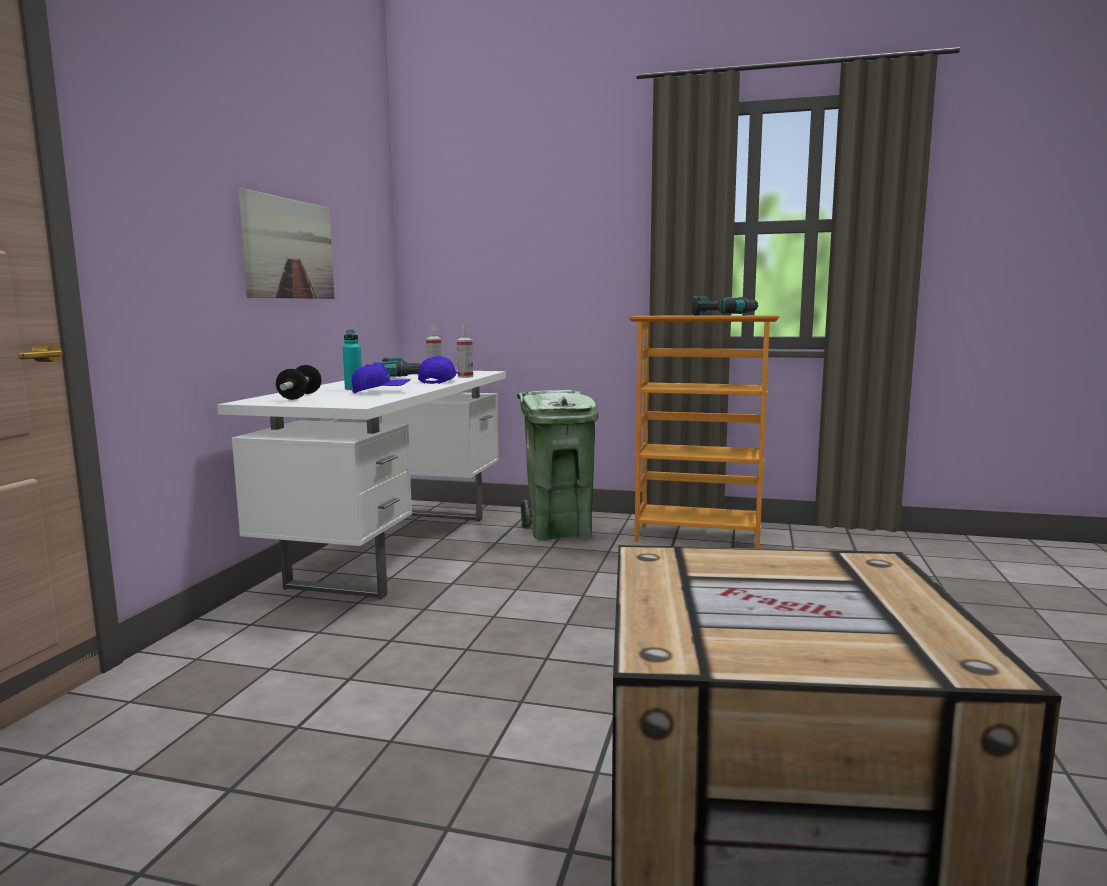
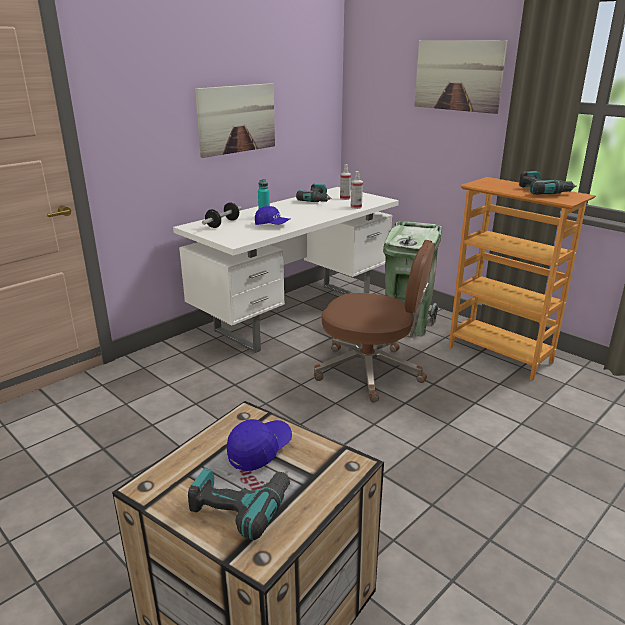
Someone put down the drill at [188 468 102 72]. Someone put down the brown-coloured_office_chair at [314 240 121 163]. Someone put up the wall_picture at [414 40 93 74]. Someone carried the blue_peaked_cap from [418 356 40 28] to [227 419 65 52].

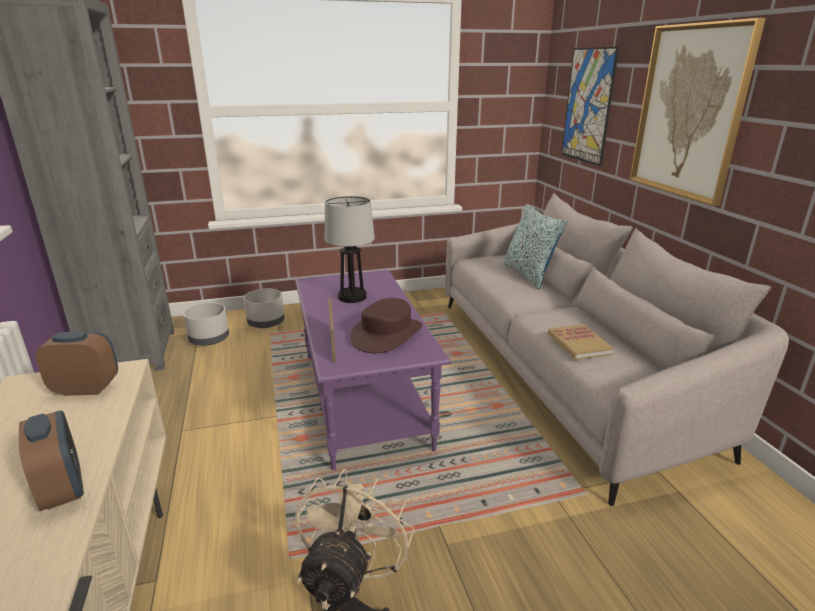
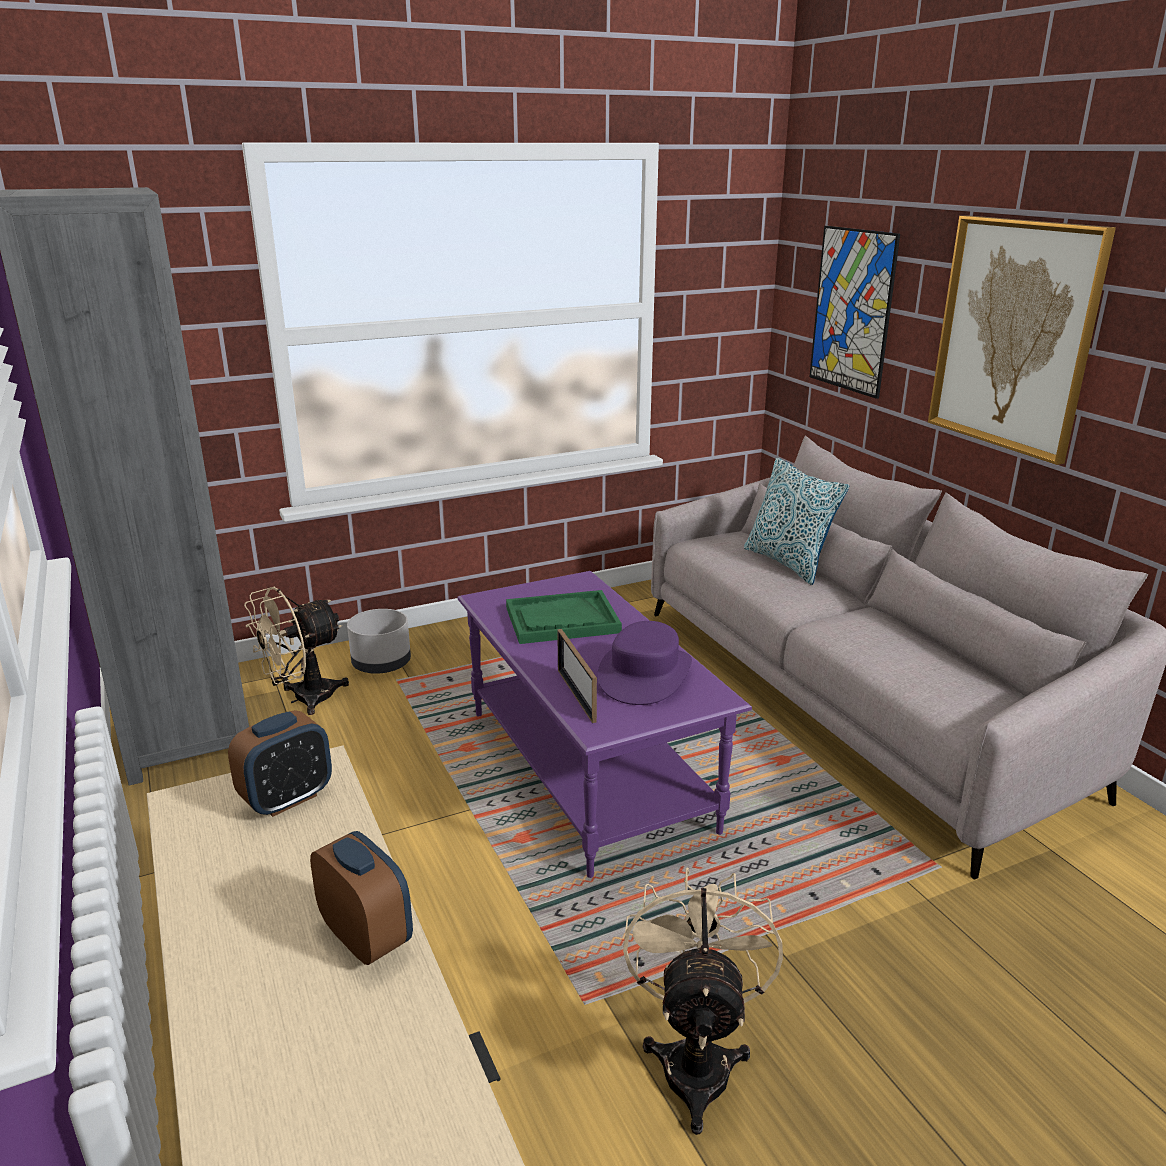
Someone took away the book at [548 324 66 36]. Someone swapped the greyish_flower_pot at [183 303 46 42] for the sand-coloured_cooling_fan at [244 587 105 128]. Someone swapped the lamp_for_a_table at [324 196 51 107] for the green-coloured_serving_tray at [506 590 116 54]. Someone repainted the brown-coloured_hat at [350 298 72 55], which became the purple-coloured_hat at [598 621 94 84]. Someone rotated the bedside_clock at [35 331 83 65] by 150 degrees clockwise.

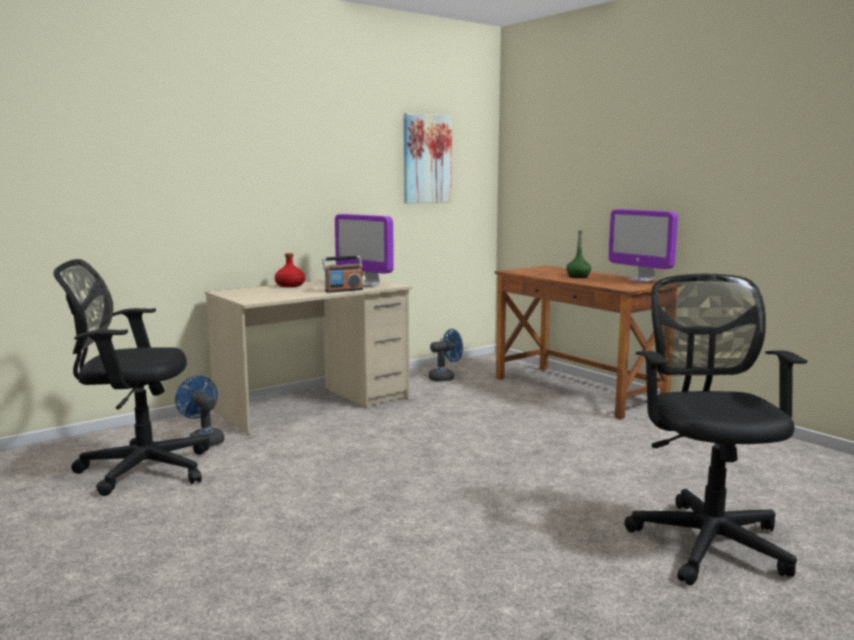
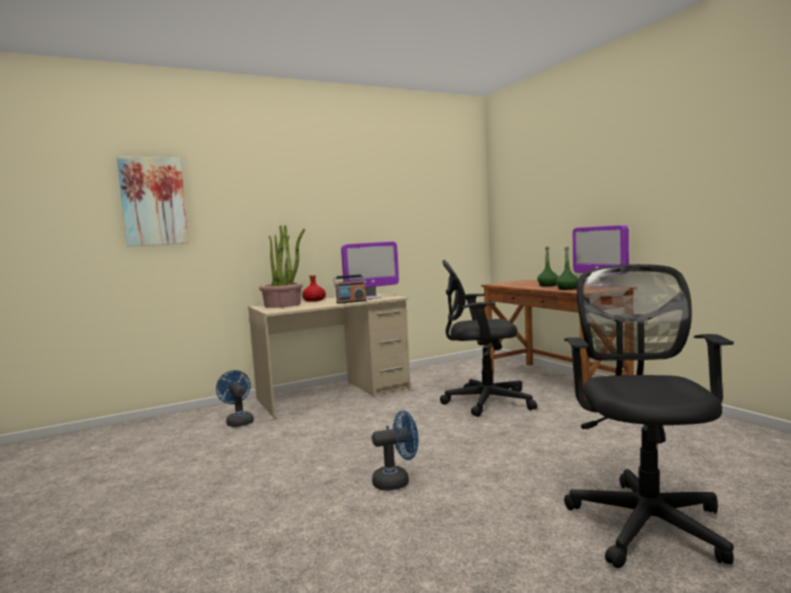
Someone put down the houseplant at [259 225 46 83]. Someone put down the green-coloured_drink_bottle at [556 247 22 43]. Someone carried the black-coloured_office_chair from [53 259 157 237] to [440 260 97 157]. Someone carried the wall_picture from [403 113 49 91] to [117 156 72 90]. Someone carried the blue_cooling_fan from [428 329 35 52] to [372 411 47 80]. Someone rotated the monitor at [335 214 59 73] by 75 degrees counterclockwise.

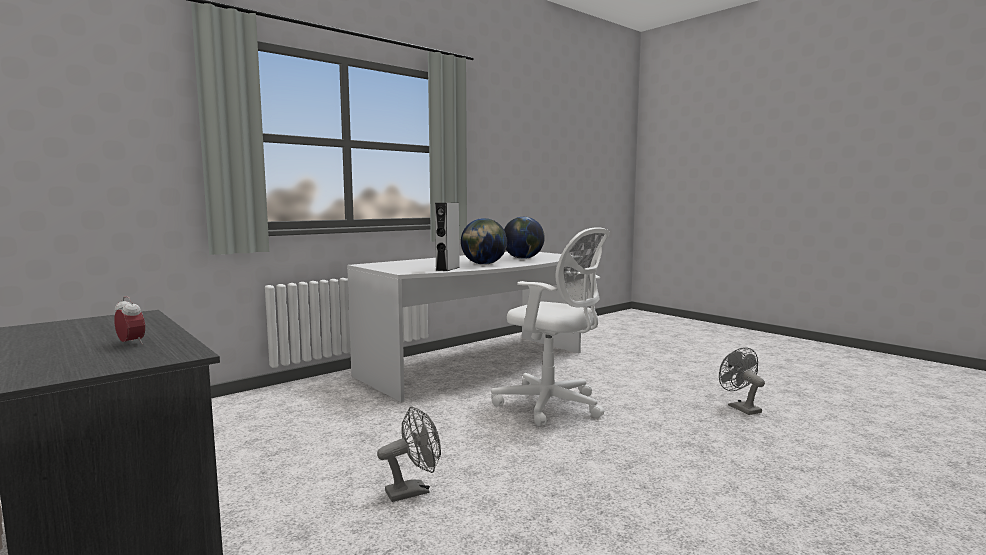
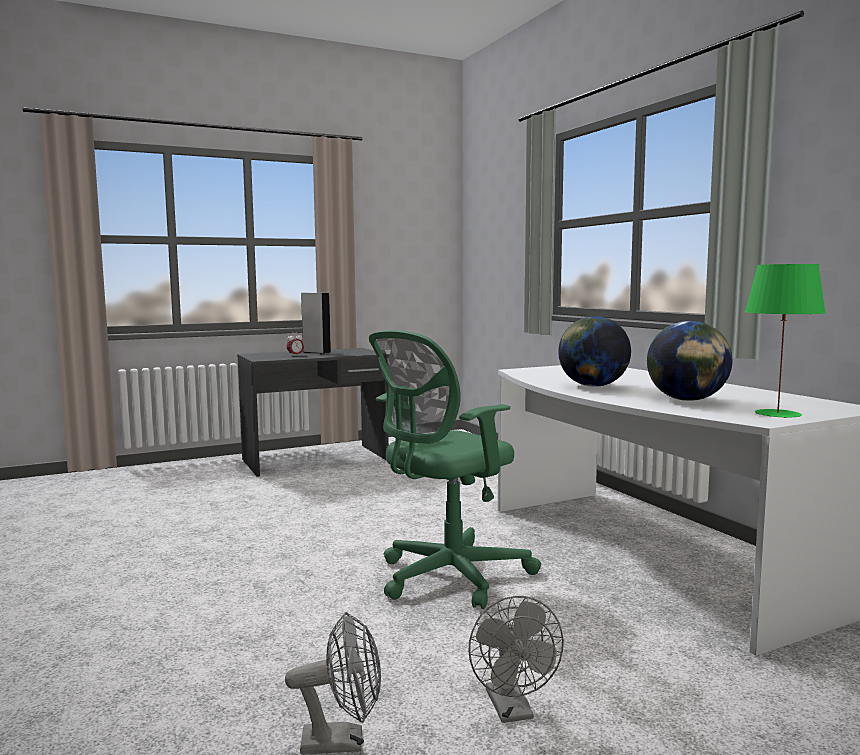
Someone put down the green-coloured_lamp_for_a_table at [745 264 81 154]. Someone carried the greyish_cooling_fan from [377 406 64 96] to [469 596 95 127]. Someone carried the greyish_audio_speaker from [435 203 25 68] to [301 293 30 61]. Someone repainted the white-coloured_office_chair at [491 227 119 199], which became the green-coloured_office_chair at [369 330 172 279].

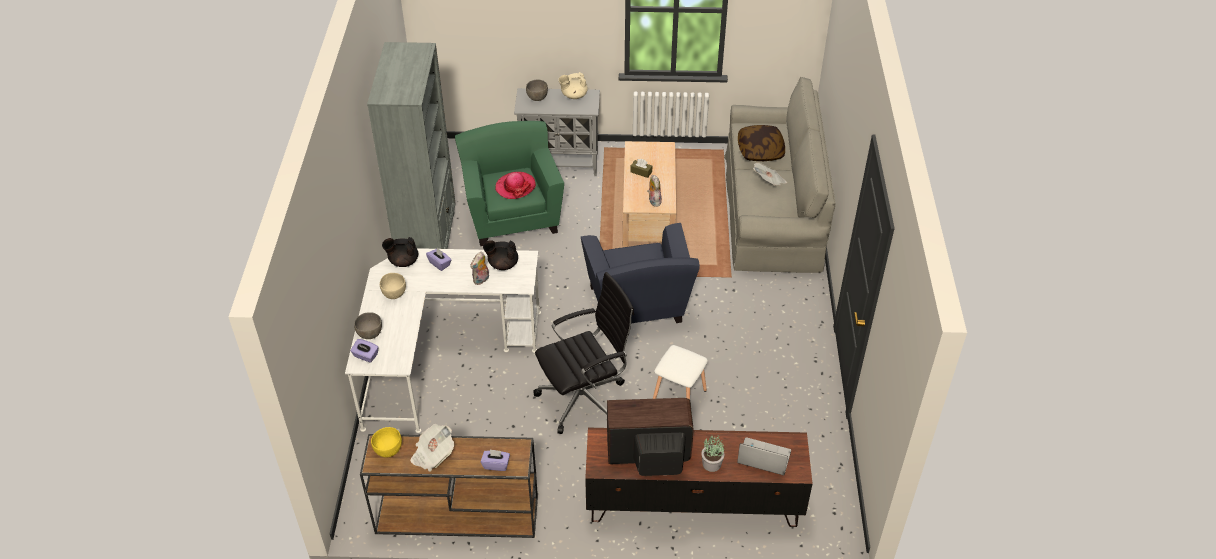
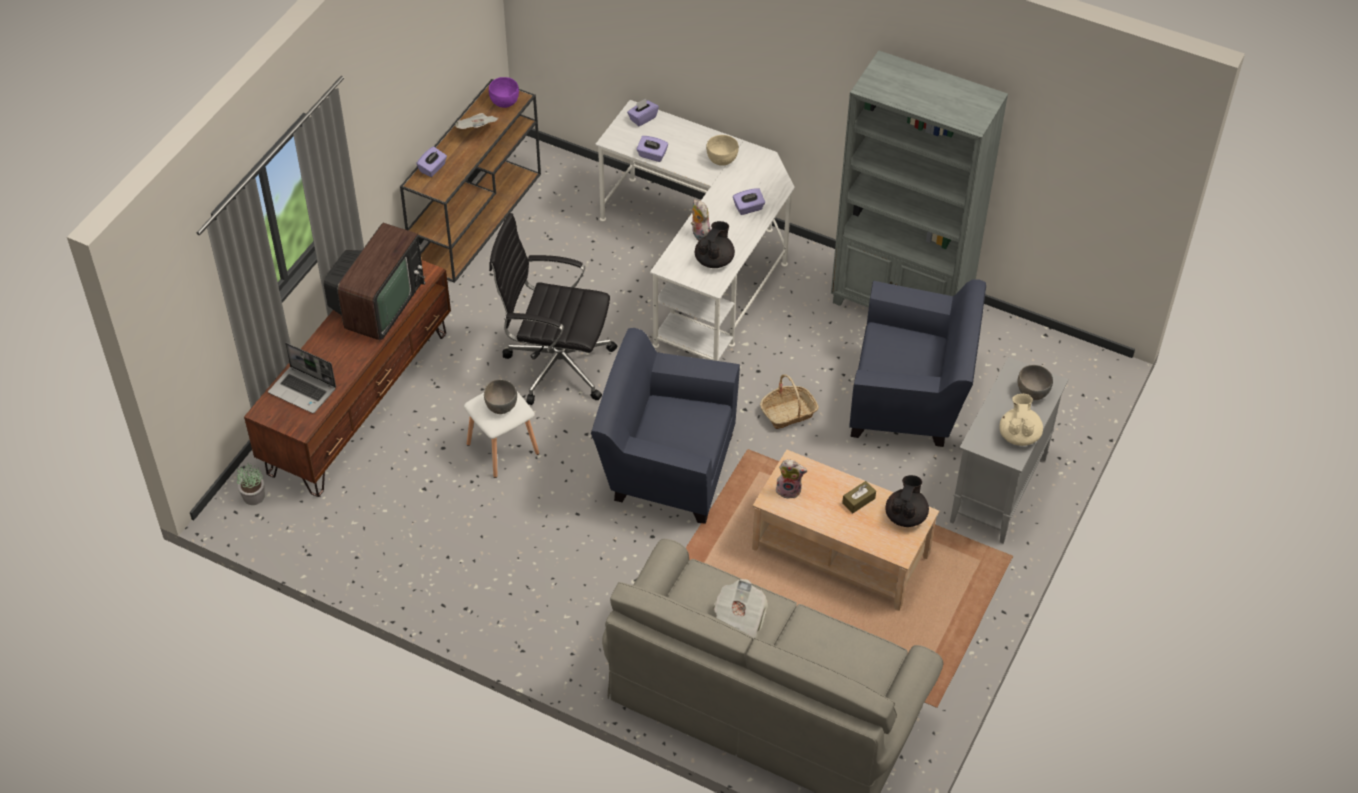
Someone took away the hat at [495 172 41 27]. Someone took away the throw_pillow at [738 125 47 36]. Someone put down the purple-coloured_tissue_box at [637 136 31 26]. Someone put down the basket at [760 374 59 55]. Someone carried the greyish_bowl from [354 312 28 27] to [484 379 33 35]. Someone carried the black-coloured_tea_pot from [382 237 36 30] to [885 475 44 52]. Someone carried the houseplant from [701 434 23 38] to [237 463 28 42]. Someone repainted the yellowish_bowl at [371 427 31 30], which became the purple-coloured_bowl at [489 77 30 31]. Someone repainted the green-coloured_lounge_chair at [455 121 109 125], which became the blue_lounge_chair at [849 280 137 167]. Someone rotated the black-coloured_office_chair at [533 272 101 162] by 105 degrees clockwise. Someone rotated the portable_computer at [737 437 54 38] by 75 degrees clockwise.

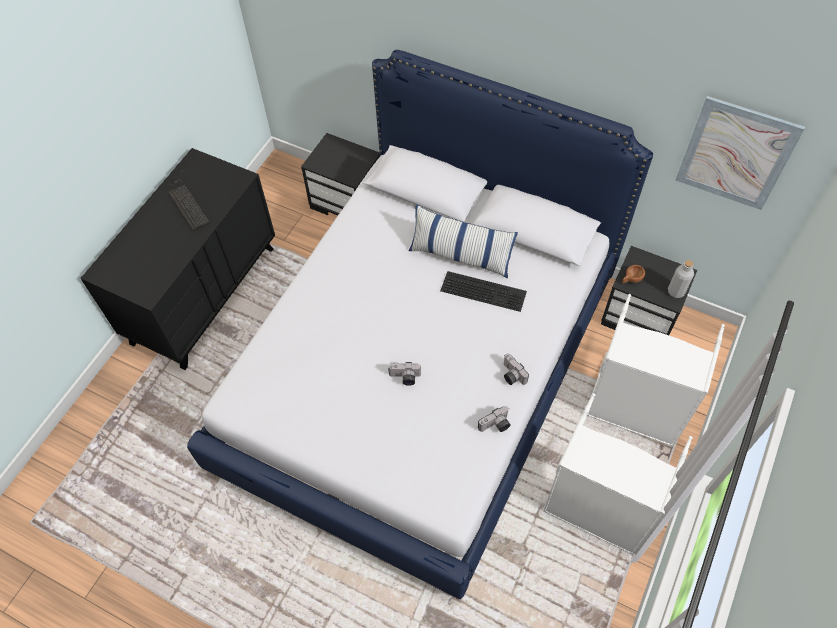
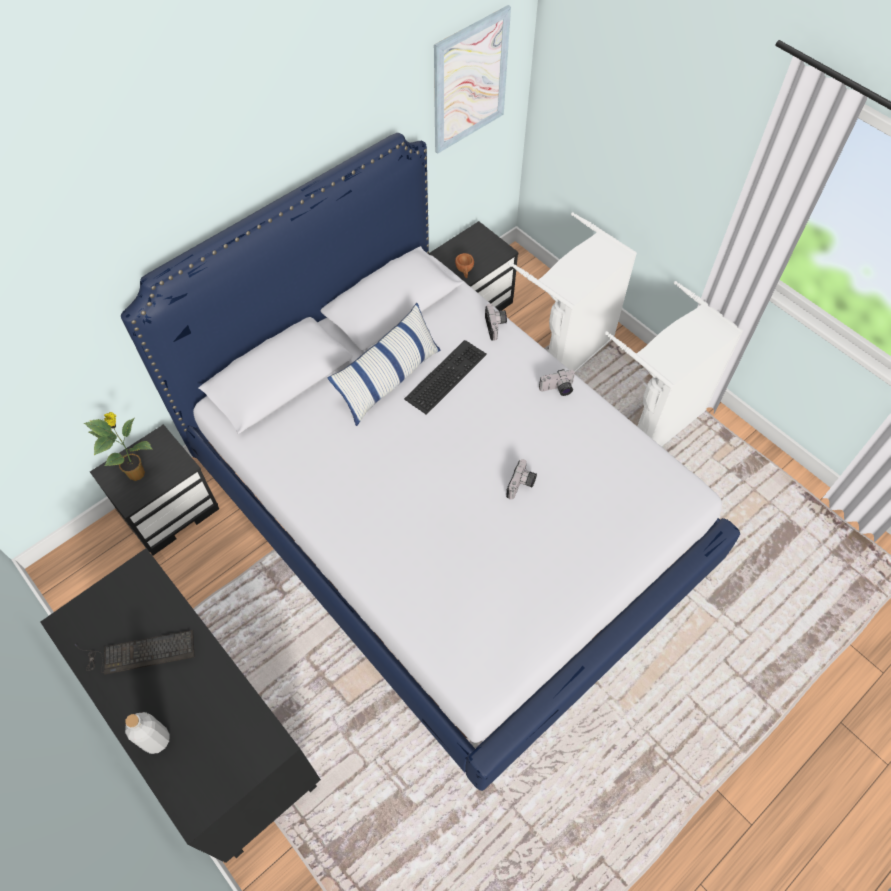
Someone put down the houseplant at [84 412 69 69]. Someone carried the still_camera from [478 406 33 26] to [485 304 22 37]. Someone carried the greyish_drink_bottle from [668 260 26 38] to [125 712 45 42].

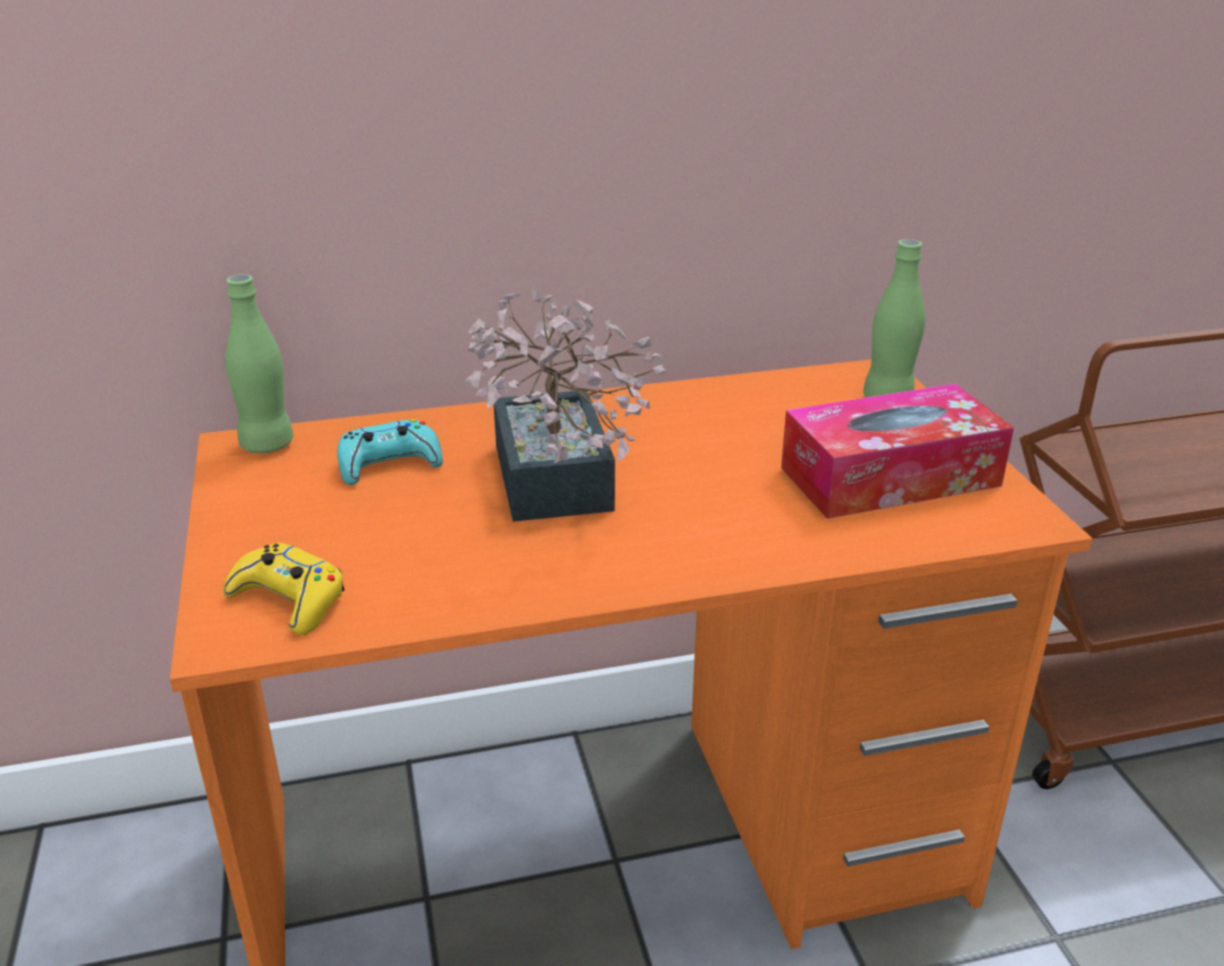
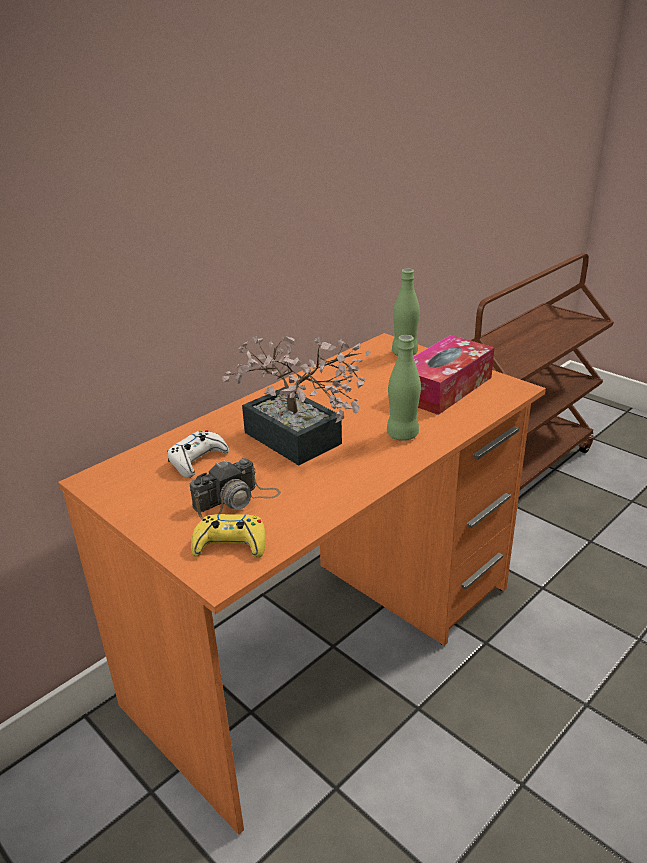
Someone put down the still_camera at [190 458 91 61]. Someone carried the green-coloured_drink_bottle from [225 274 68 180] to [387 335 34 106]. Someone repainted the turquoise-coloured_gamepad at [337 419 106 66], which became the white-coloured_gamepad at [167 430 62 48].

